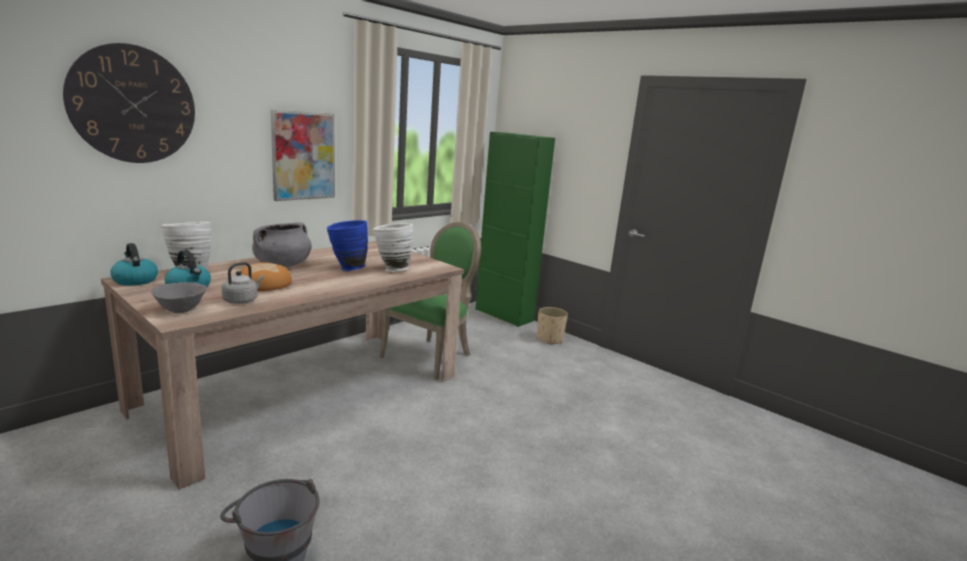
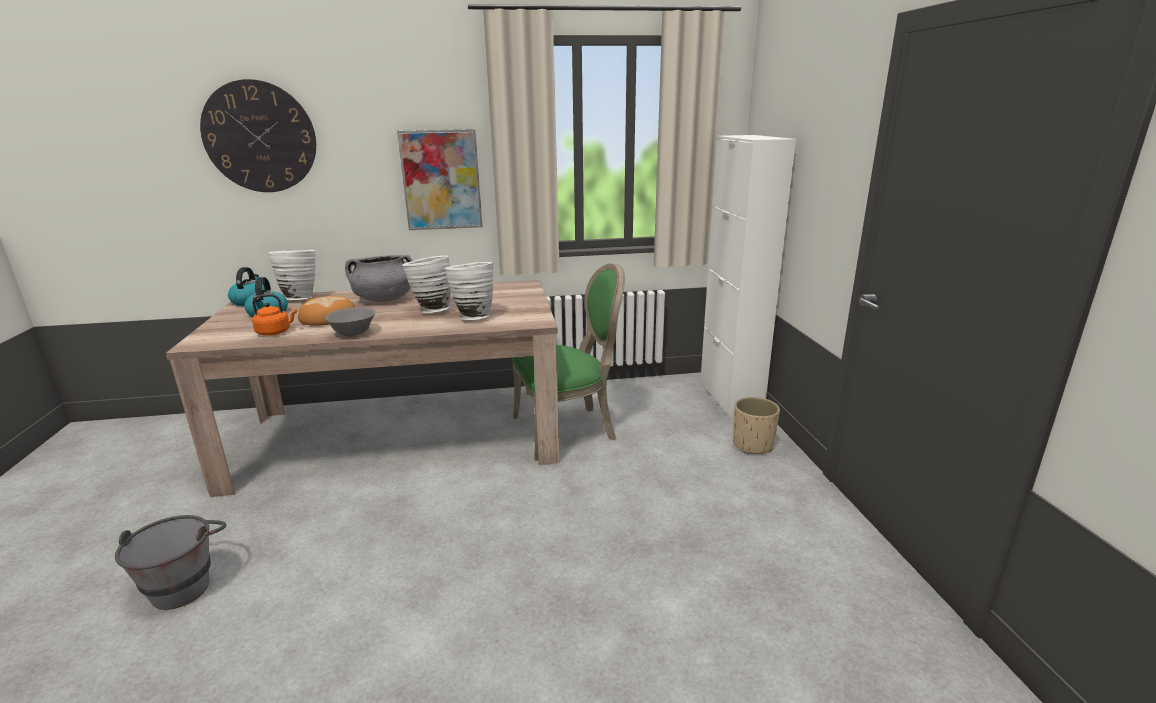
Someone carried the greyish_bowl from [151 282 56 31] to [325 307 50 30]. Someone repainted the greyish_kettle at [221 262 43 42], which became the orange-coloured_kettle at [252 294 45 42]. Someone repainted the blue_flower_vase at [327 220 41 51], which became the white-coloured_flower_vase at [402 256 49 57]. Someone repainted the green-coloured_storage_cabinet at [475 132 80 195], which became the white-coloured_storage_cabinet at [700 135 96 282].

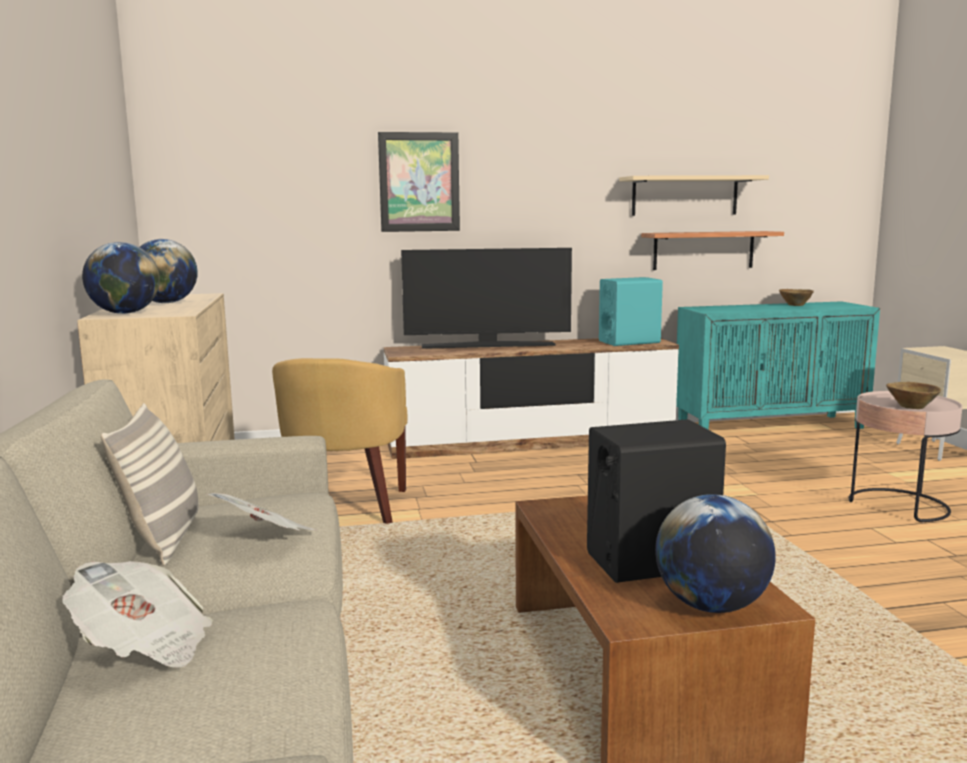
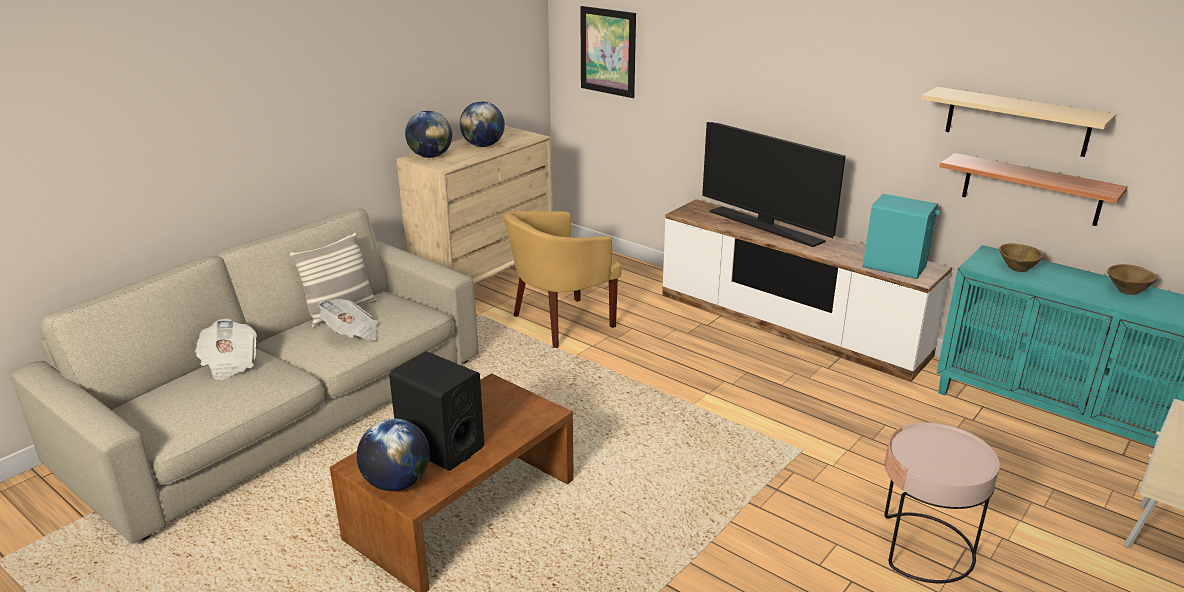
Someone carried the wall_picture from [378 132 82 100] to [580 6 56 92]. Someone carried the brown-coloured_bowl from [886 382 55 27] to [999 243 44 29].

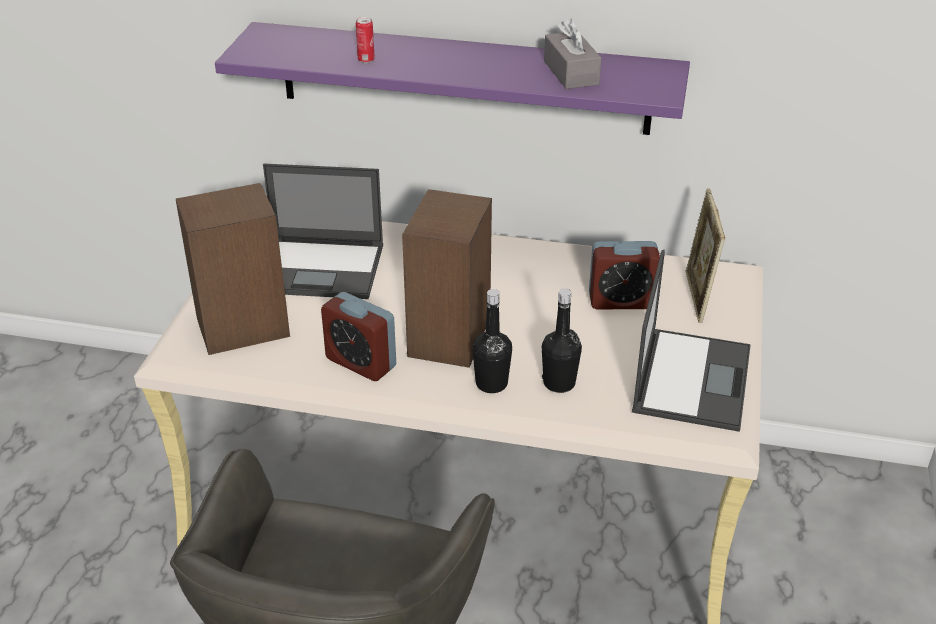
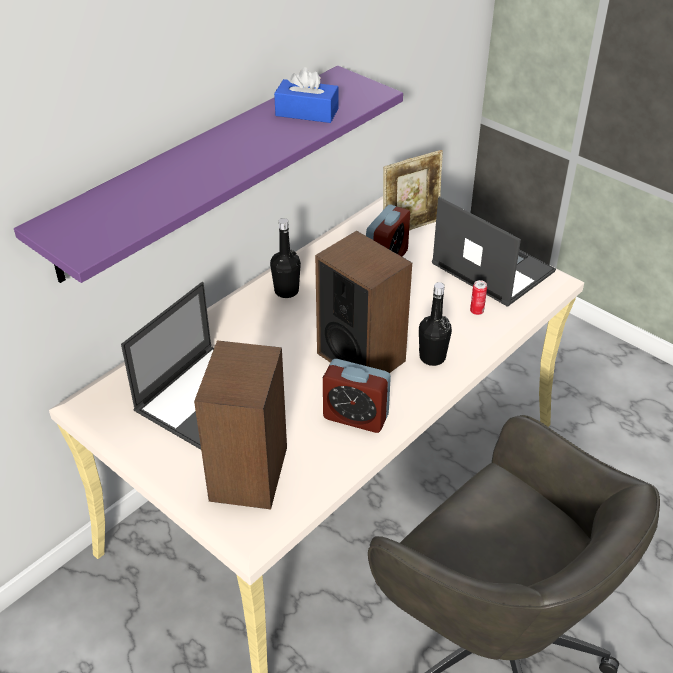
Someone carried the sealed_can from [356 17 19 46] to [470 280 17 35]. Someone carried the black-coloured_drink_bottle from [542 289 40 104] to [270 218 31 80]. Someone repainted the greyish_tissue_box at [544 18 57 71], which became the blue_tissue_box at [274 67 65 56]. Someone rotated the bedside_clock at [321 292 75 89] by 45 degrees clockwise. Someone rotated the photo_frame at [685 188 40 135] by 60 degrees counterclockwise.

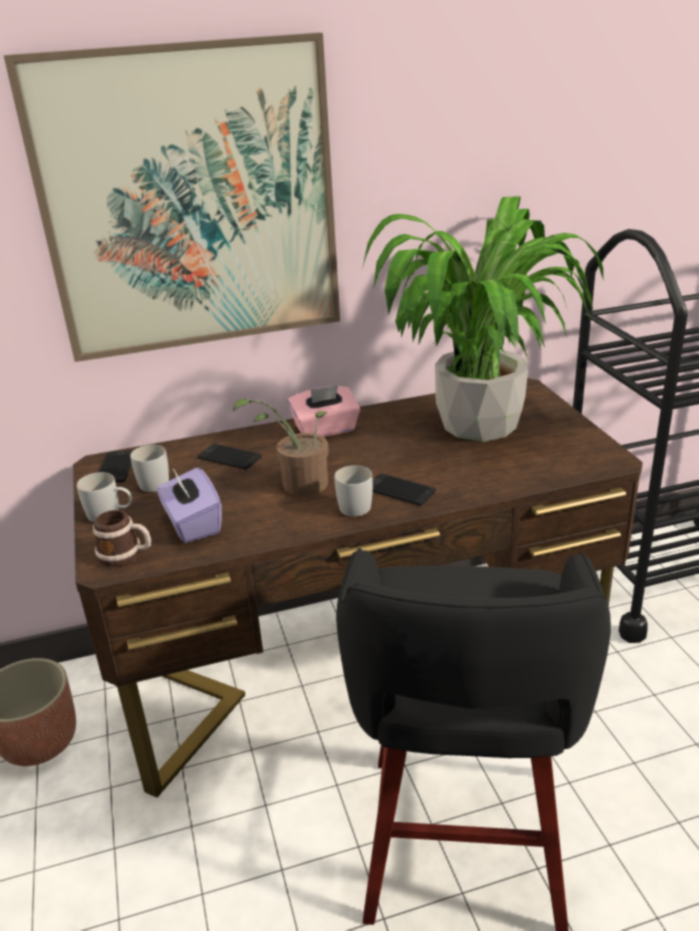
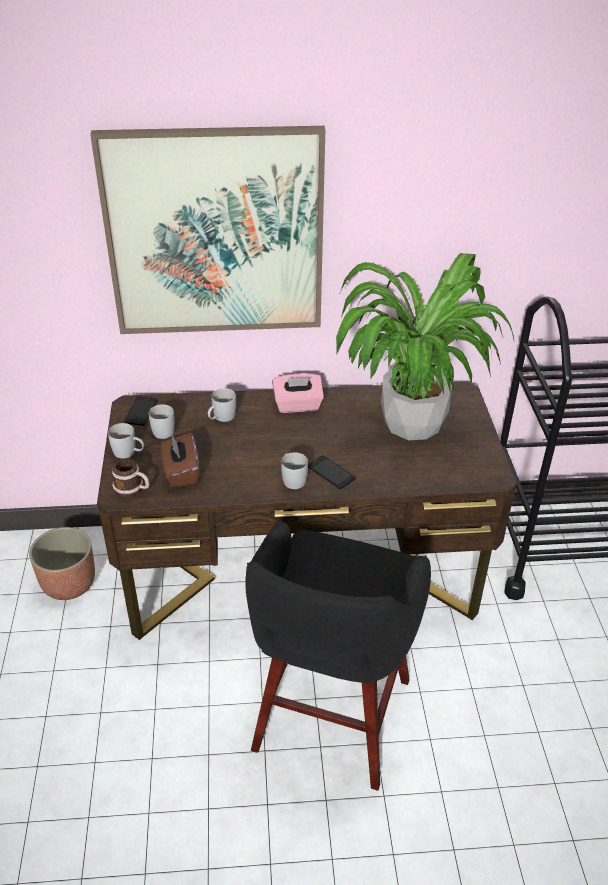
Someone took away the houseplant at [233 399 96 97]. Someone swapped the handset at [197 444 65 26] for the white-coloured_coffee_mug at [208 388 28 34]. Someone repainted the purple-coloured_tissue_box at [157 468 65 75], which became the brown-coloured_tissue_box at [161 433 38 54].

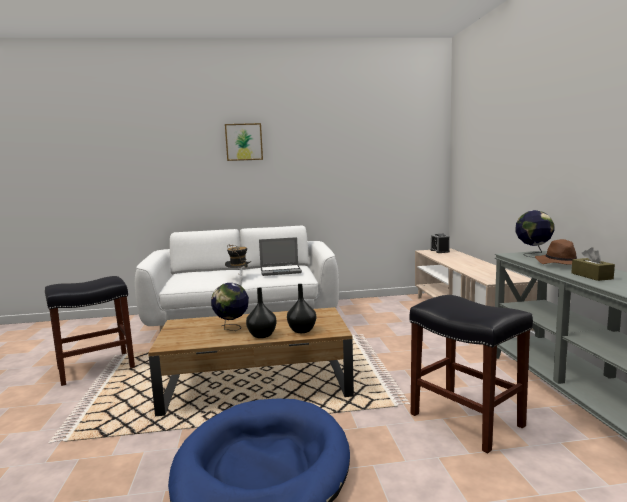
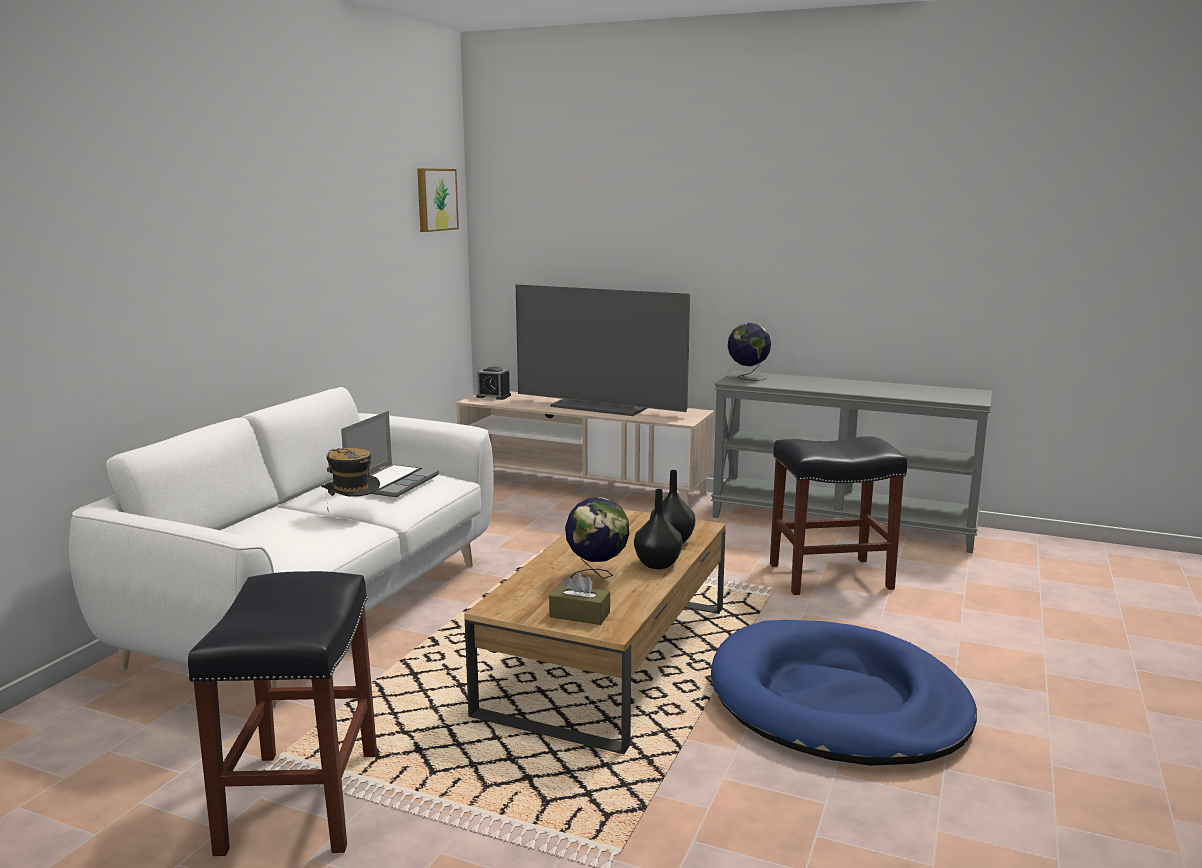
Someone took away the brown-coloured_hat at [535 239 42 26]. Someone put down the television at [516 284 174 132]. Someone carried the wall_picture from [225 123 38 38] to [417 168 42 64]. Someone carried the brown-coloured_tissue_box from [572 247 43 34] to [549 572 61 53].

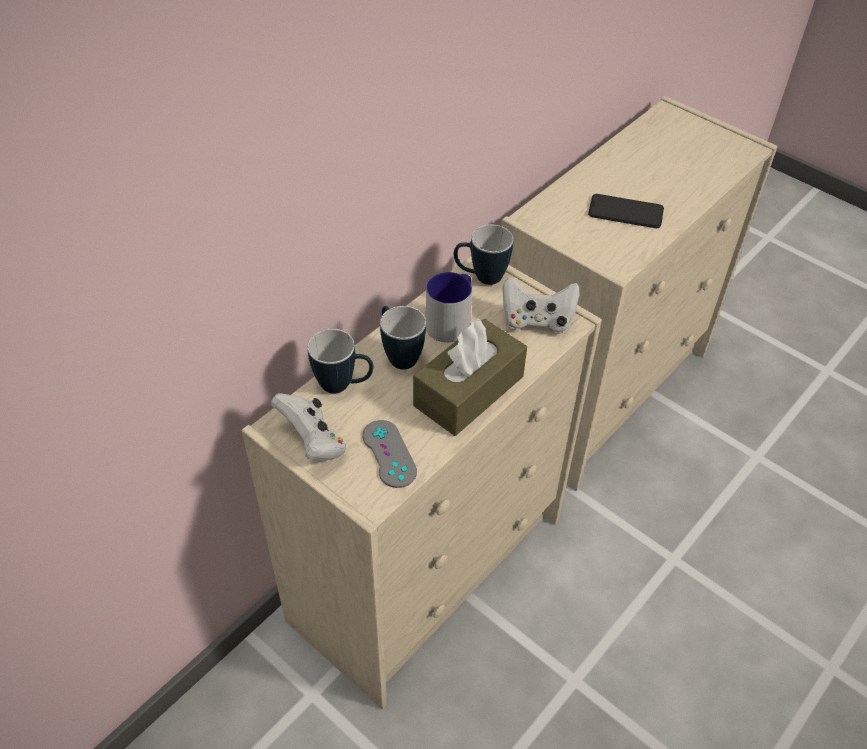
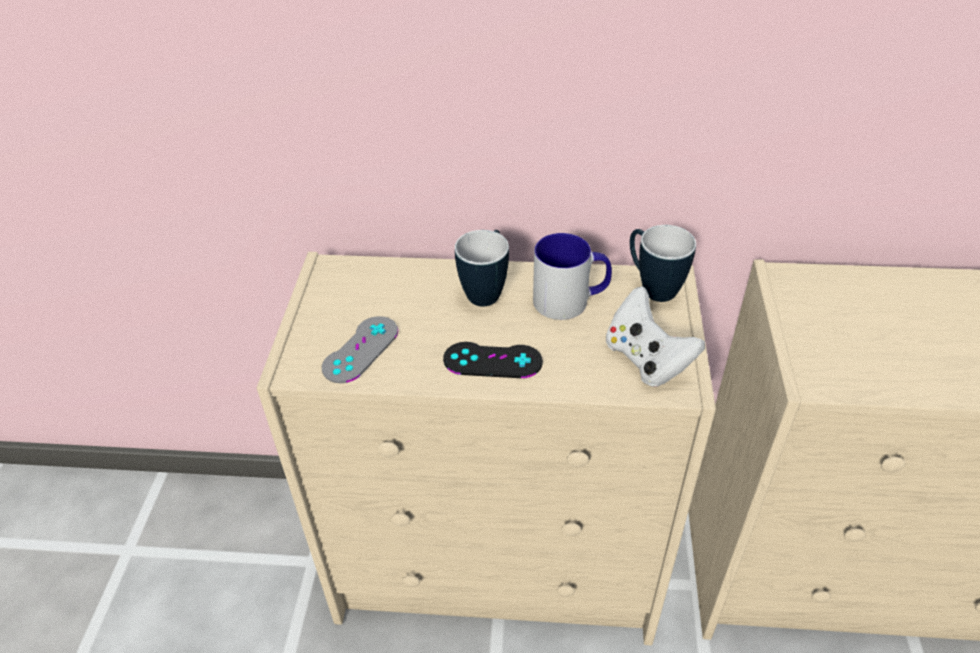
Someone took away the white-coloured_gamepad at [271 393 75 68]. Someone took away the coffee_mug at [308 329 66 65]. Someone took away the handset at [588 194 76 34]. Someone swapped the brown-coloured_tissue_box at [413 319 114 117] for the black-coloured_gamepad at [443 342 100 36].

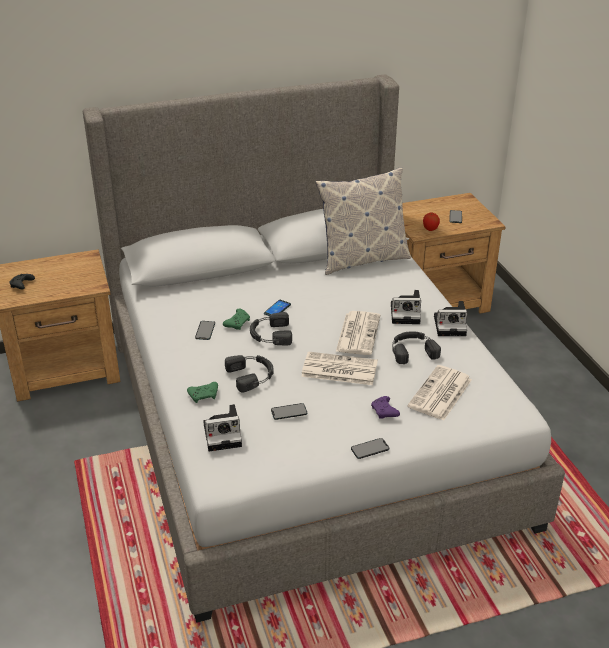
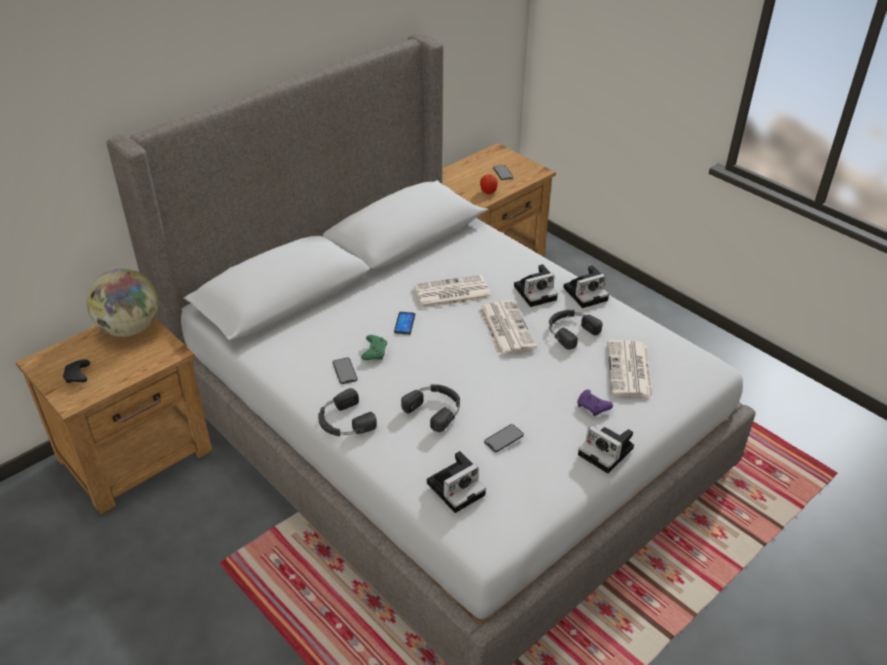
Someone took away the green-coloured_gamepad at [187 382 31 21]. Someone took away the throw_pillow at [315 167 96 108]. Someone put down the desk_globe at [87 268 72 69]. Someone carried the black-coloured_headset from [250 312 42 34] to [318 388 59 48]. Someone carried the printed_paper from [301 351 77 34] to [414 275 77 34]. Someone swapped the handset at [351 438 38 21] for the still_camera at [578 425 56 48].

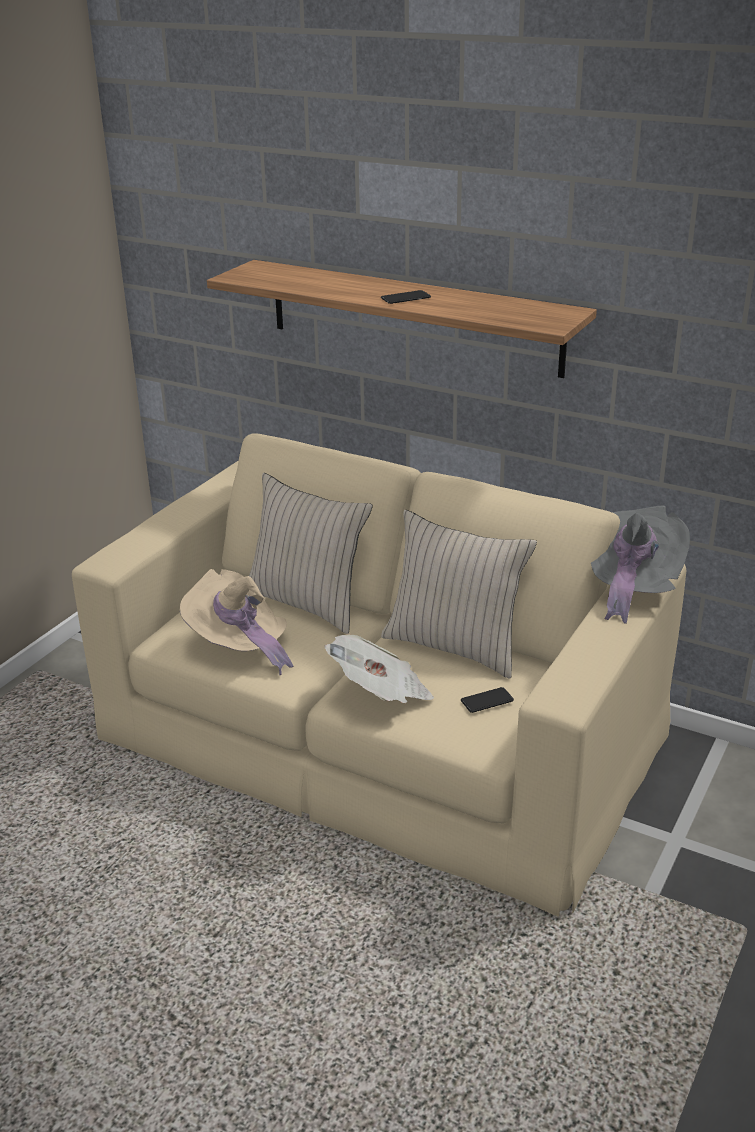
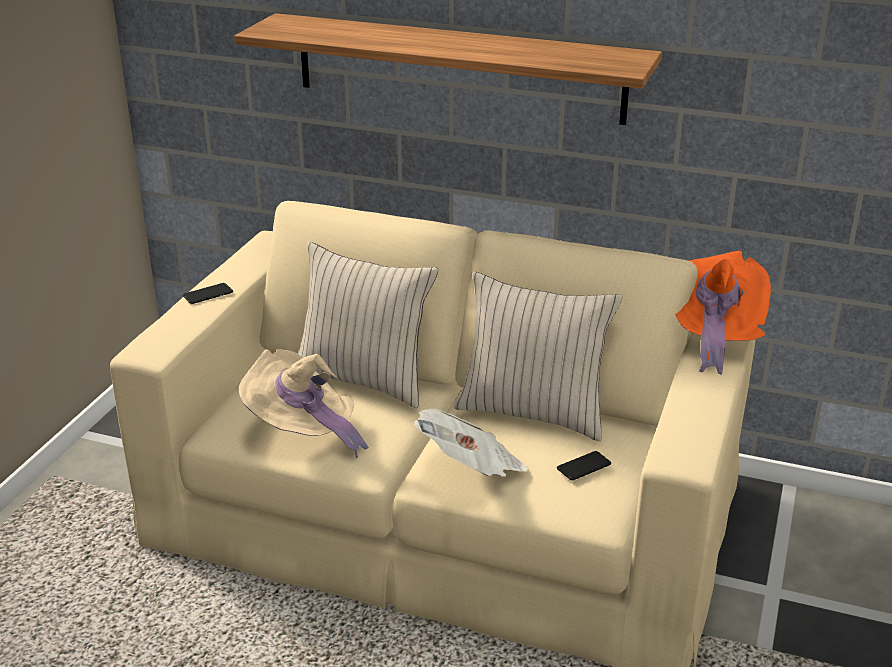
Someone carried the handset from [381 290 50 14] to [183 283 50 21]. Someone repainted the greyish_hat at [591 506 99 118], which became the orange-coloured_hat at [675 251 96 124].

